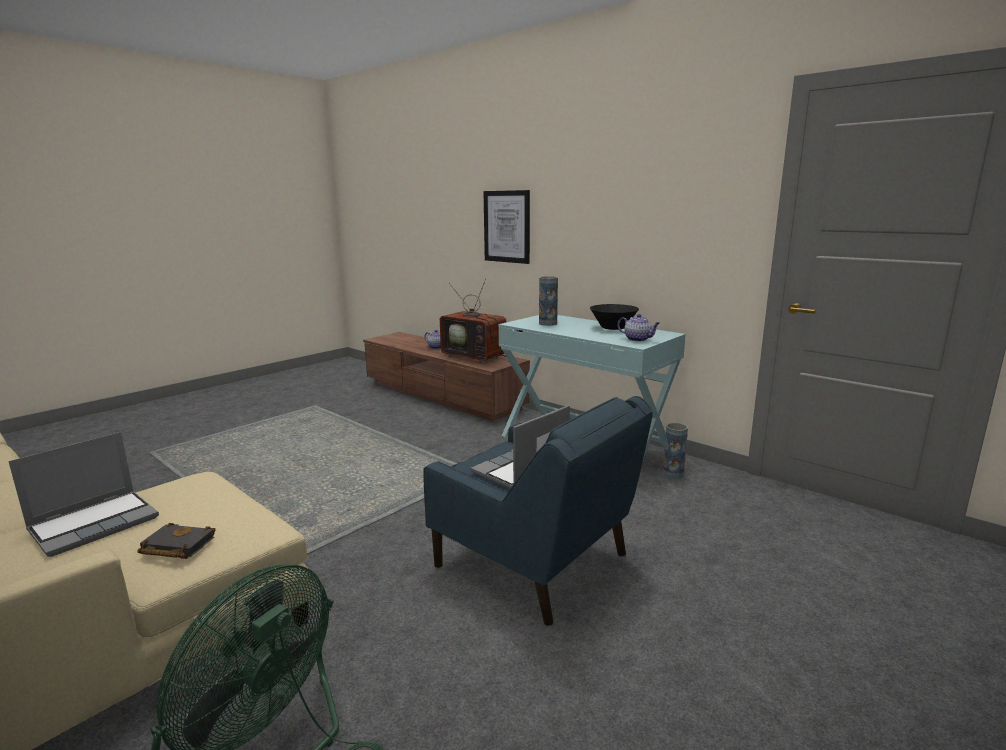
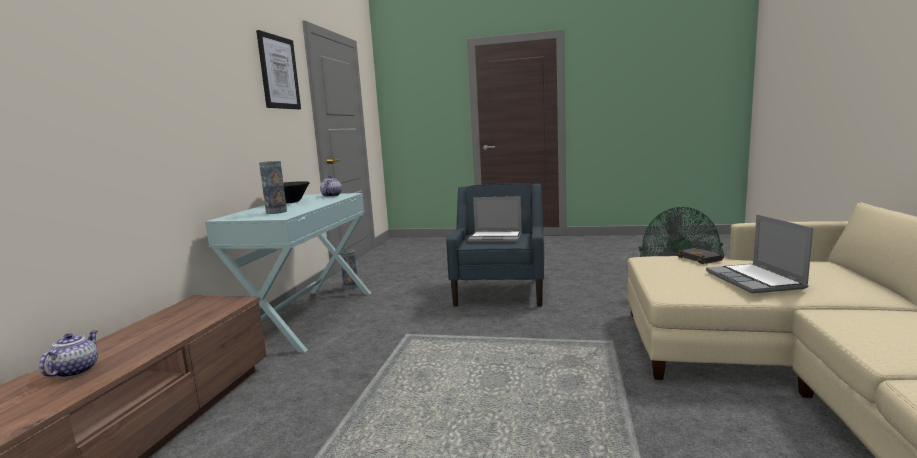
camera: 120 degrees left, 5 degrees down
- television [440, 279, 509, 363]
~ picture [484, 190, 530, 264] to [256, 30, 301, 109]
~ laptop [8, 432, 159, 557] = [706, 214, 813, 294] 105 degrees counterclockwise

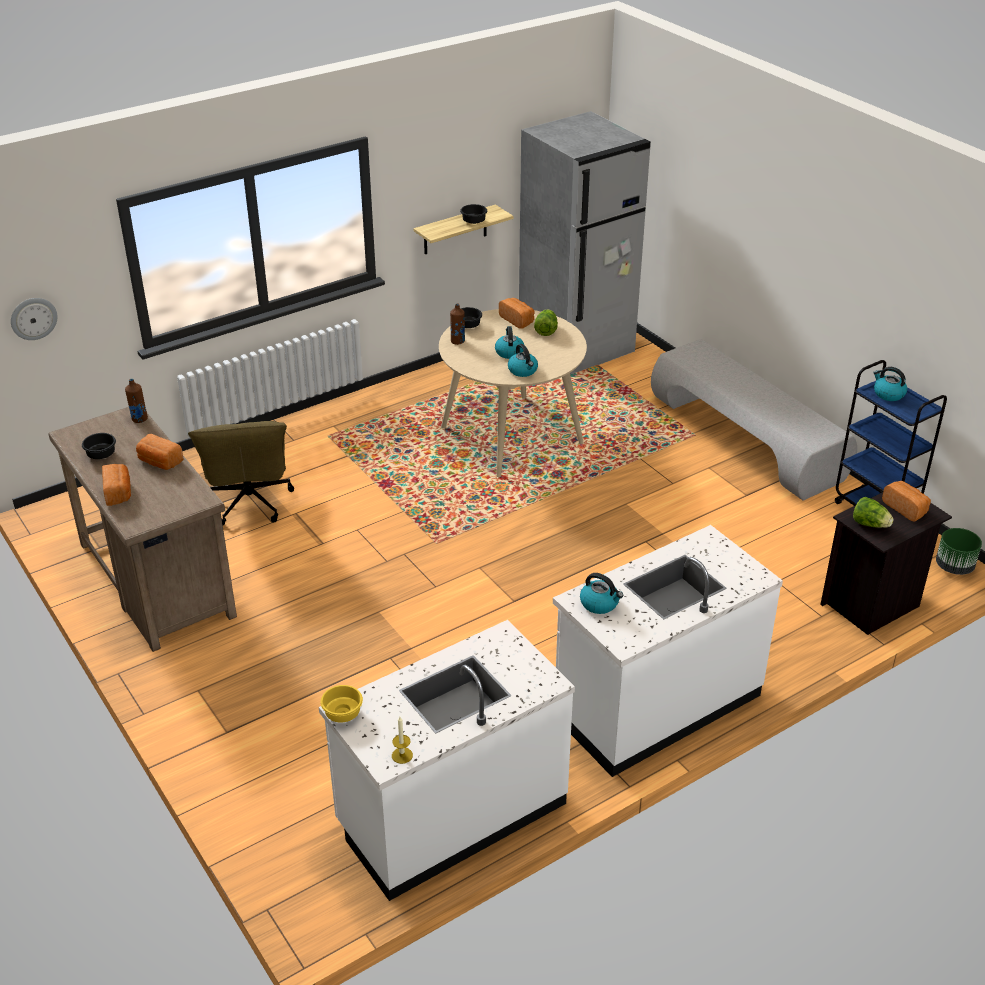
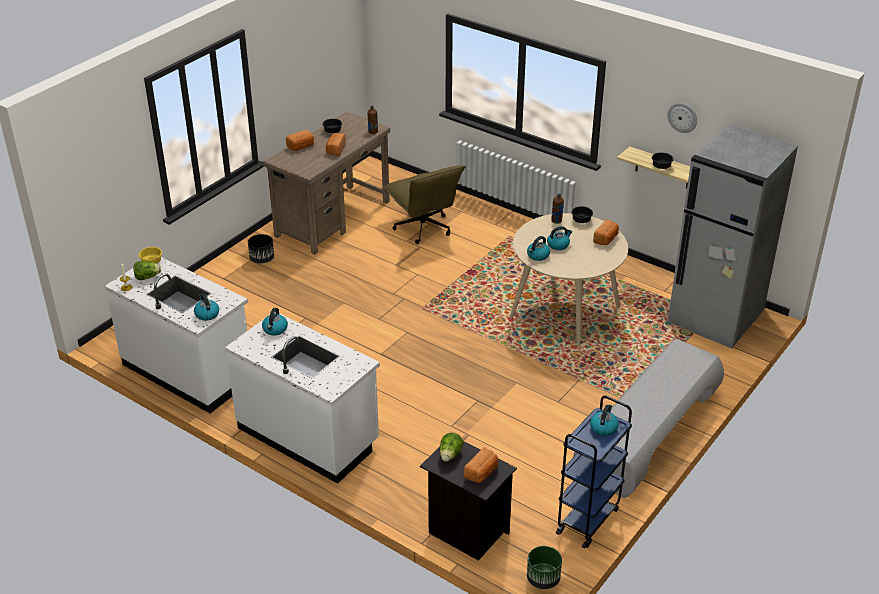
camera: 70 degrees right, 0 degrees up
+ kettle [194, 293, 219, 321]
+ planter in black [248, 234, 274, 264]
~ wall clock [11, 298, 57, 340] to [667, 103, 697, 133]
~ lettuce [534, 309, 558, 336] to [133, 261, 161, 280]
~ office chair in beige [188, 421, 294, 525] = [381, 165, 466, 244] 90 degrees counterclockwise

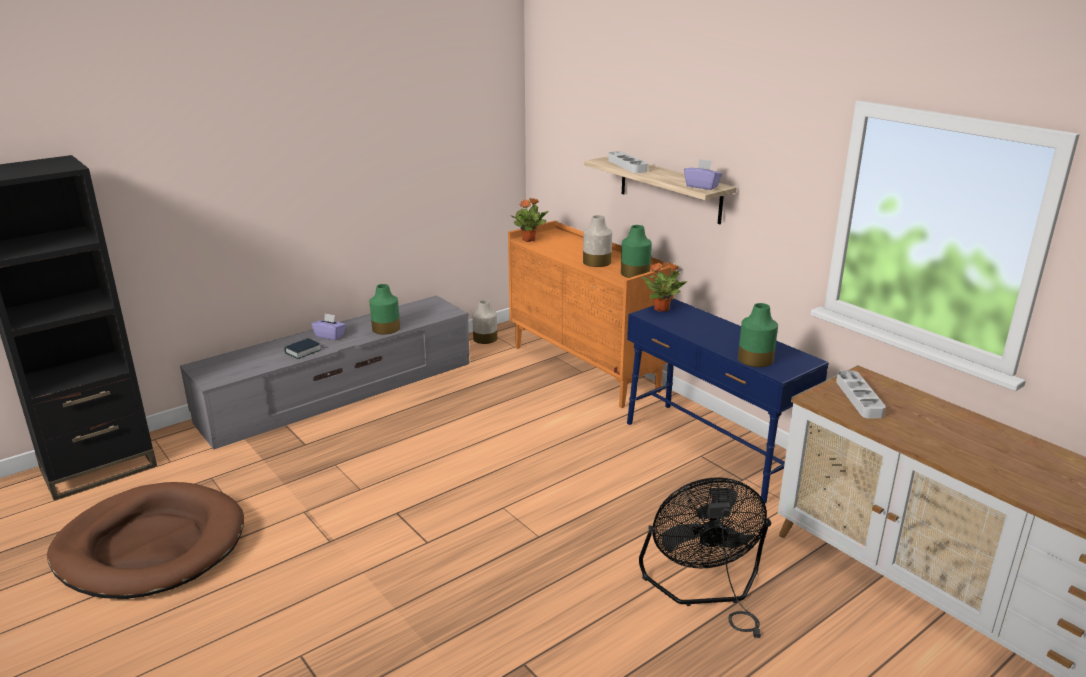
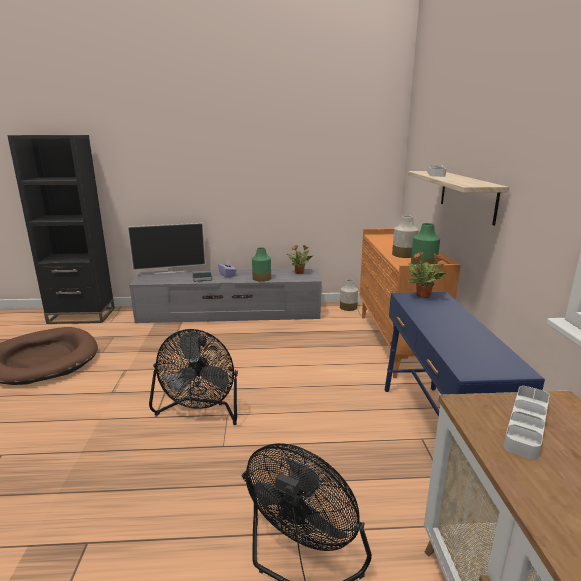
camera: 35 degrees right, 5 degrees down
- tissue box in purple [684, 159, 722, 190]
- vase in green [738, 303, 778, 367]
+ television [127, 223, 206, 274]
+ fan in black [149, 329, 238, 425]
~ potted plant [510, 198, 549, 242] to [287, 245, 312, 274]

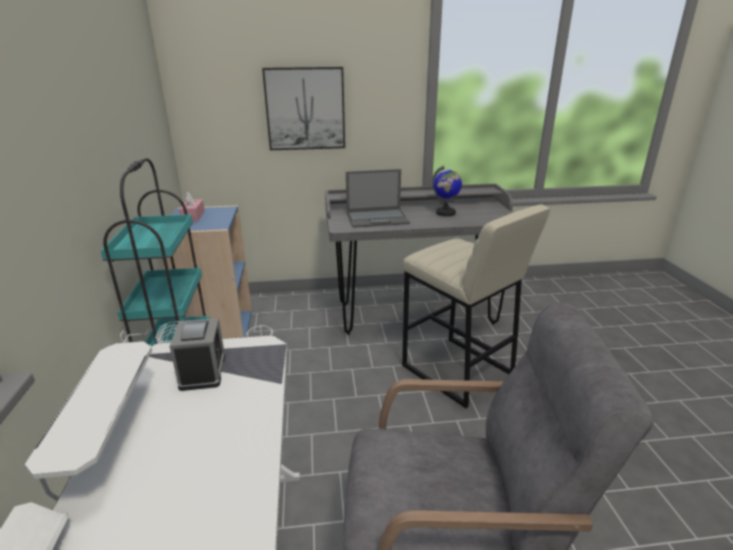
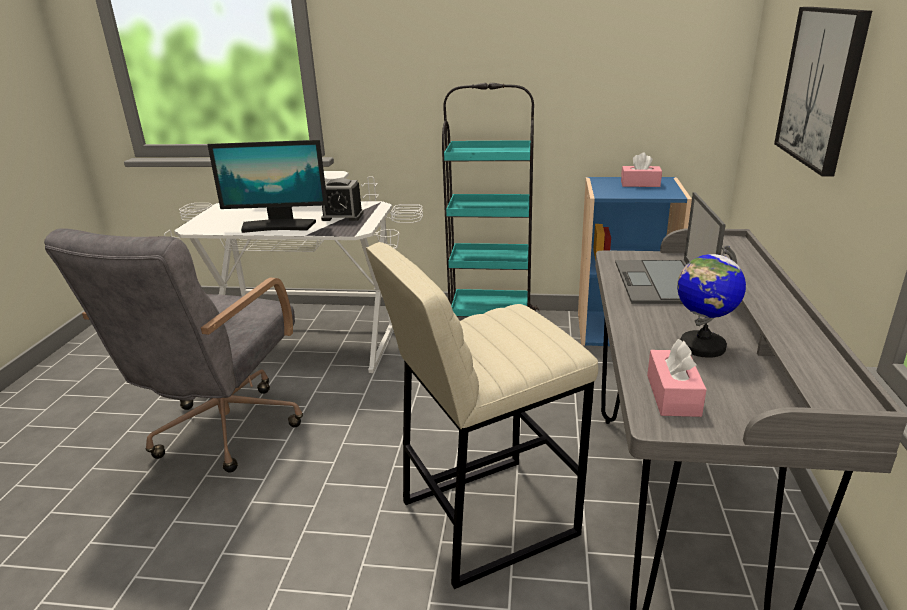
camera: 105 degrees right, 0 degrees up
+ monitor [207, 140, 328, 233]
+ tissue box in pink [647, 339, 707, 417]

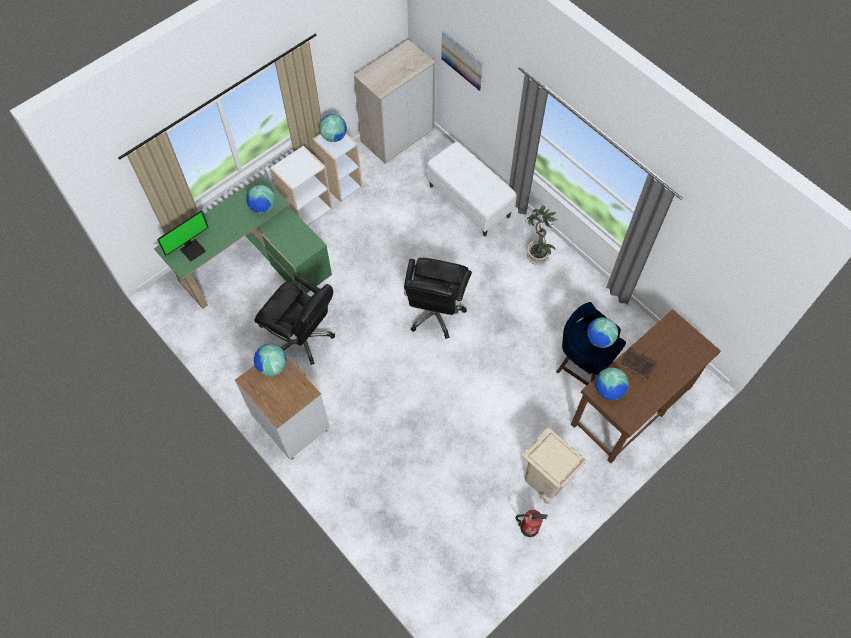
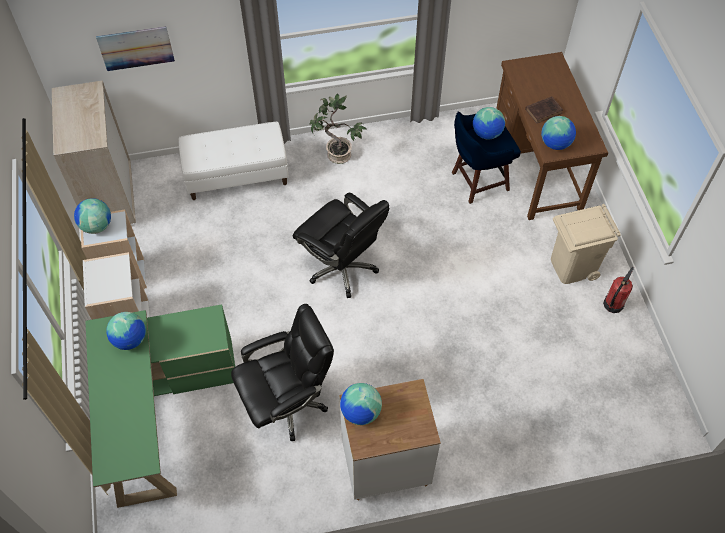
camera: 60 degrees left, 5 degrees down
- monitor [157, 211, 208, 262]

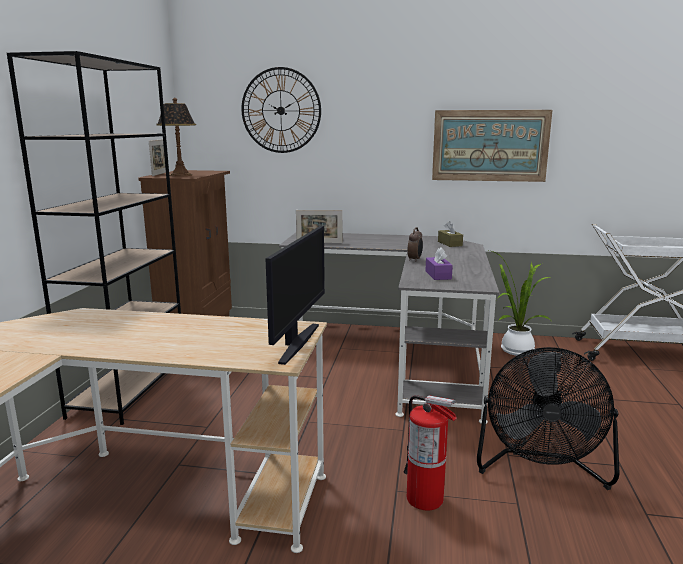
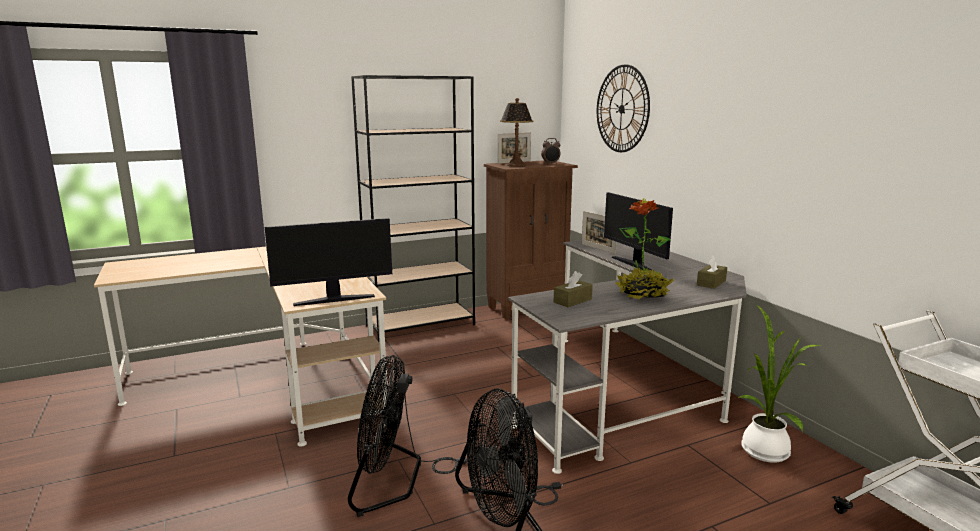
camera: 55 degrees right, 0 degrees up
- picture [432, 110, 553, 182]
+ monitor [604, 192, 673, 272]
+ potted plant [615, 198, 674, 300]
~ alarm clock [408, 227, 423, 262] to [541, 138, 560, 164]
~ fire extinguisher [403, 395, 457, 510] to fan in black [348, 355, 467, 517]
~ tissue box in purple [425, 248, 453, 280] to tissue box in brown [554, 271, 593, 307]

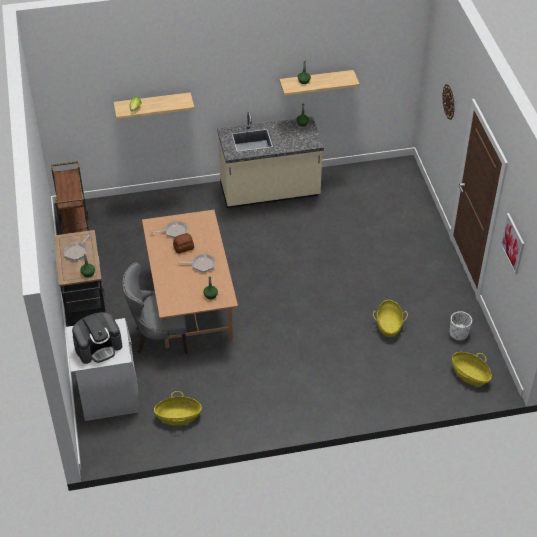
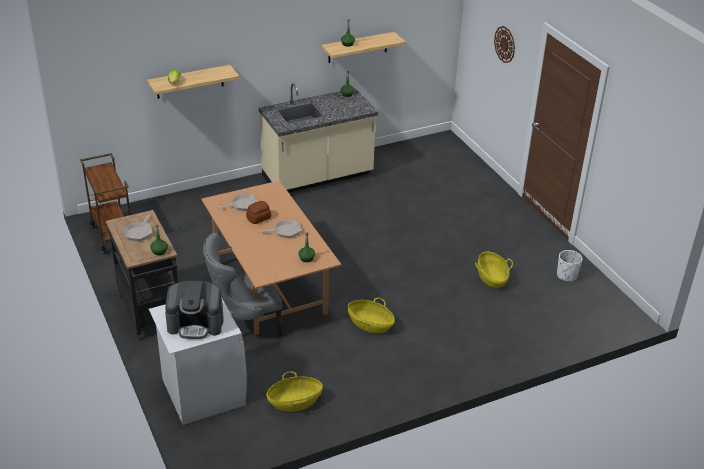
camera: 15 degrees left, 10 degrees down
- picture [501, 213, 524, 275]
~ basket [452, 352, 492, 386] to [348, 298, 395, 333]
~ coffee machine [72, 312, 122, 364] = [165, 281, 224, 339] 45 degrees clockwise

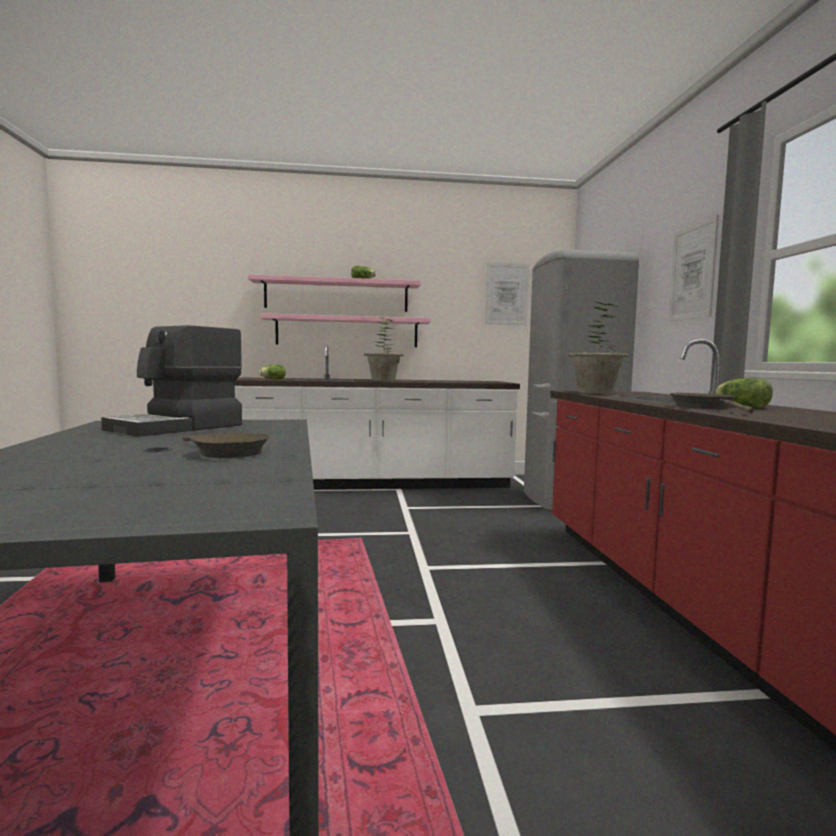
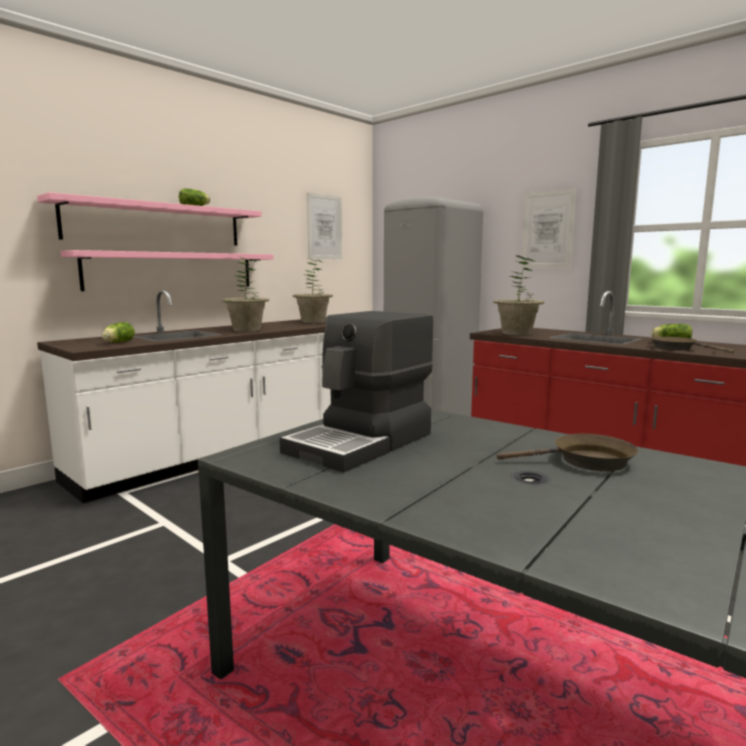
camera: 40 degrees left, 5 degrees up
+ potted plant [292, 258, 333, 323]
~ coffee machine [101, 325, 242, 437] = [280, 311, 433, 473] 45 degrees clockwise

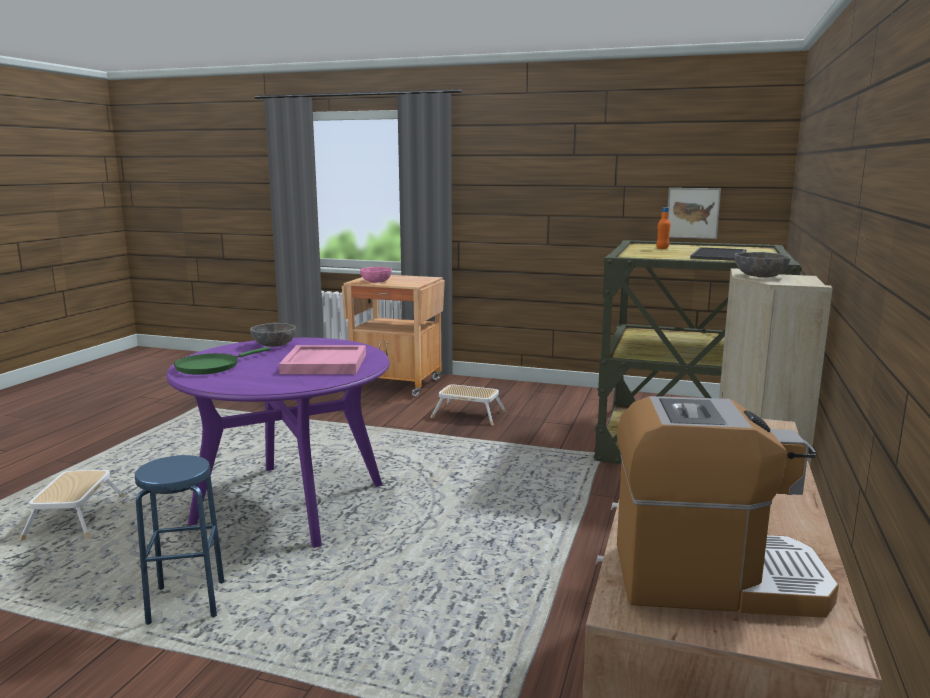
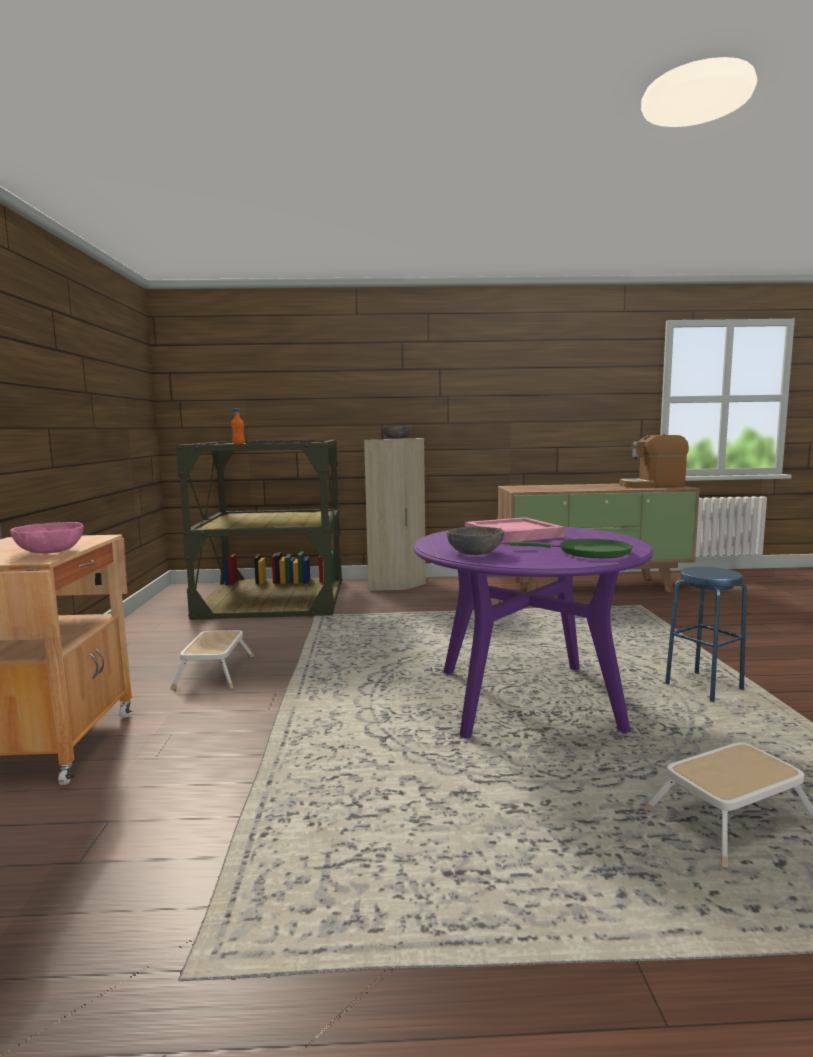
camera: 110 degrees left, 5 degrees down
- picture [668, 188, 721, 239]
~ coffee machine [617, 396, 839, 618] = [620, 434, 689, 488] 75 degrees counterclockwise

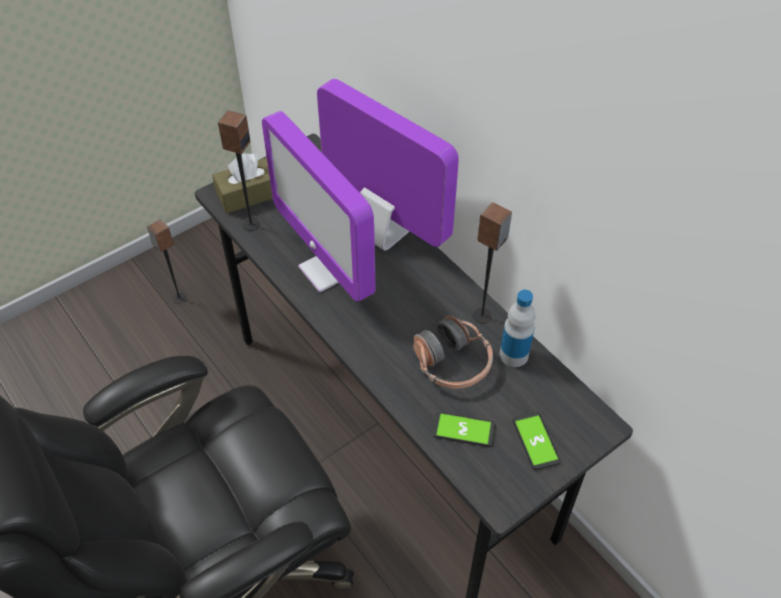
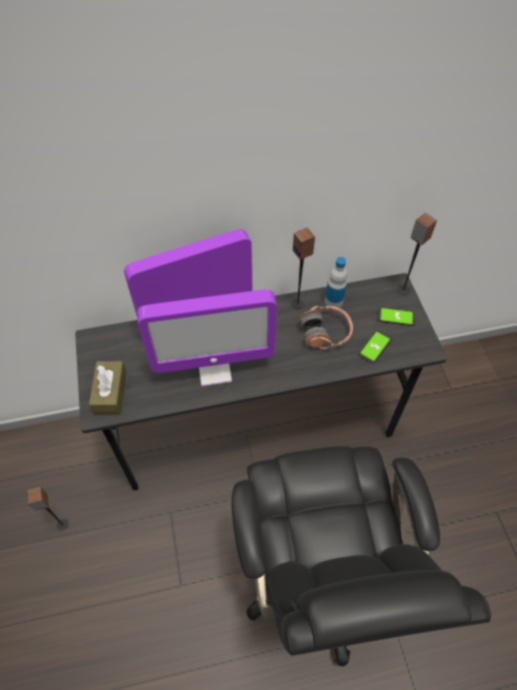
camera: 65 degrees left, 5 degrees up
~ speaker [218, 110, 260, 231] to [397, 213, 437, 295]

